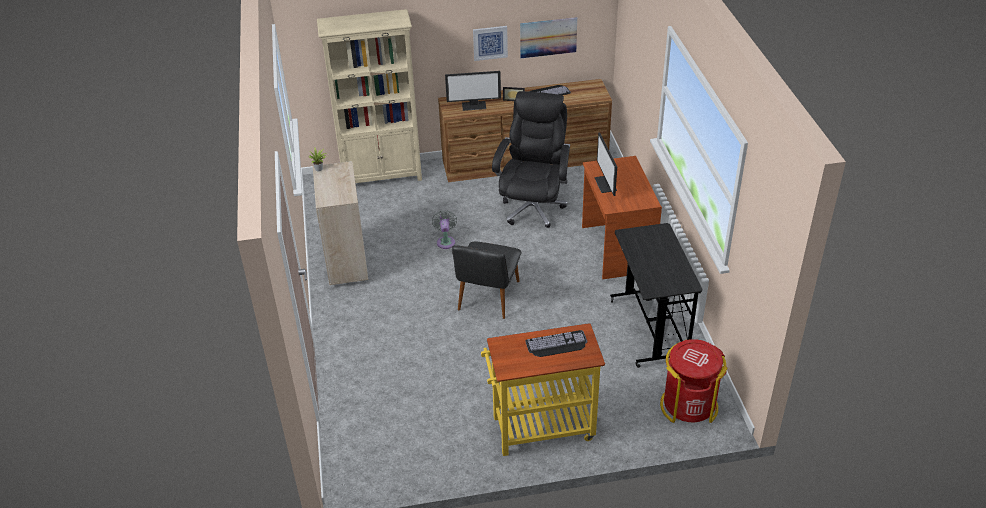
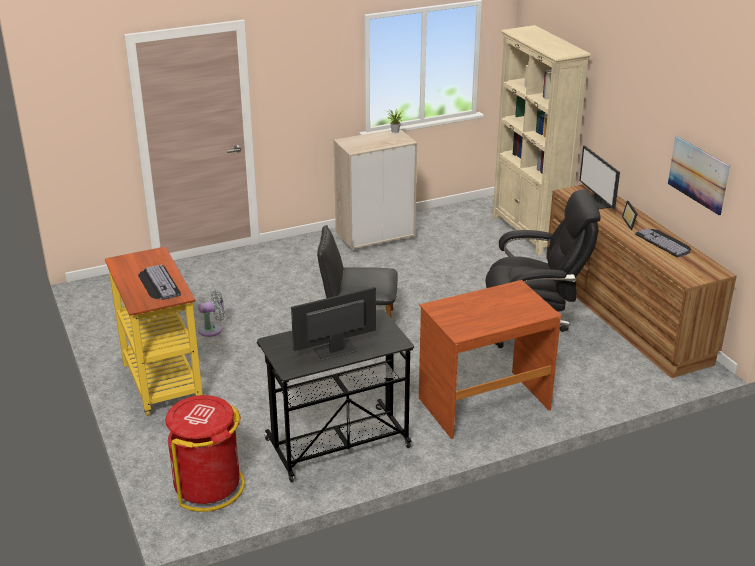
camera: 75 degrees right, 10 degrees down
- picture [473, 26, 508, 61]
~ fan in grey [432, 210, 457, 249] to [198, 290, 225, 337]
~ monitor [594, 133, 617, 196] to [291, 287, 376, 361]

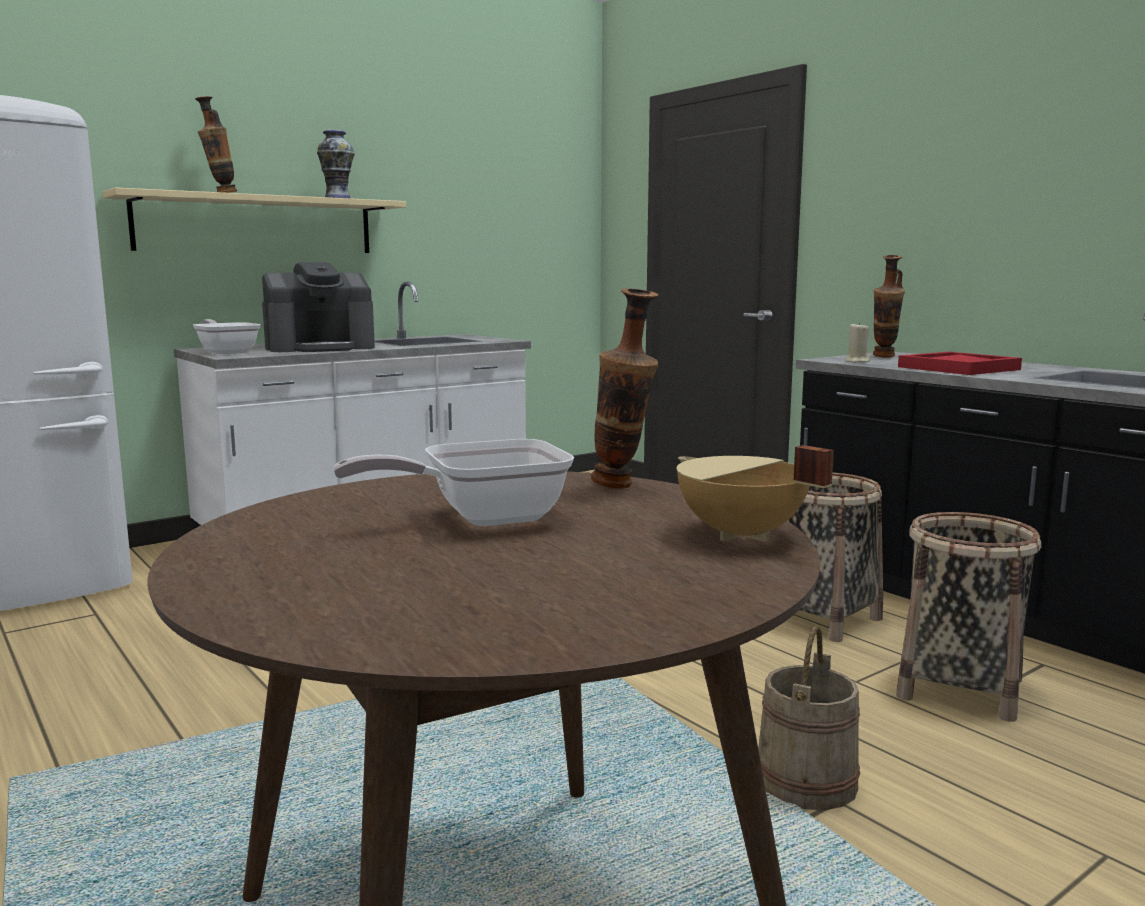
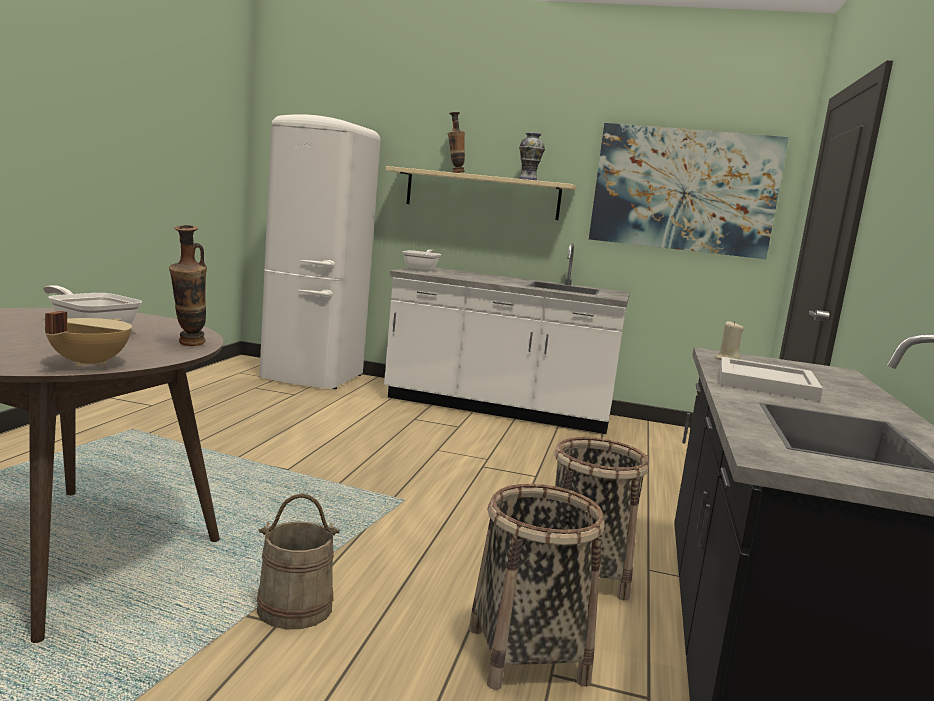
camera: 50 degrees right, 0 degrees up
- coffee machine [262, 262, 375, 352]
- vase [873, 255, 905, 358]
+ picture [589, 123, 789, 259]
~ tray in red [898, 352, 1022, 375] to tray in white [719, 357, 823, 402]

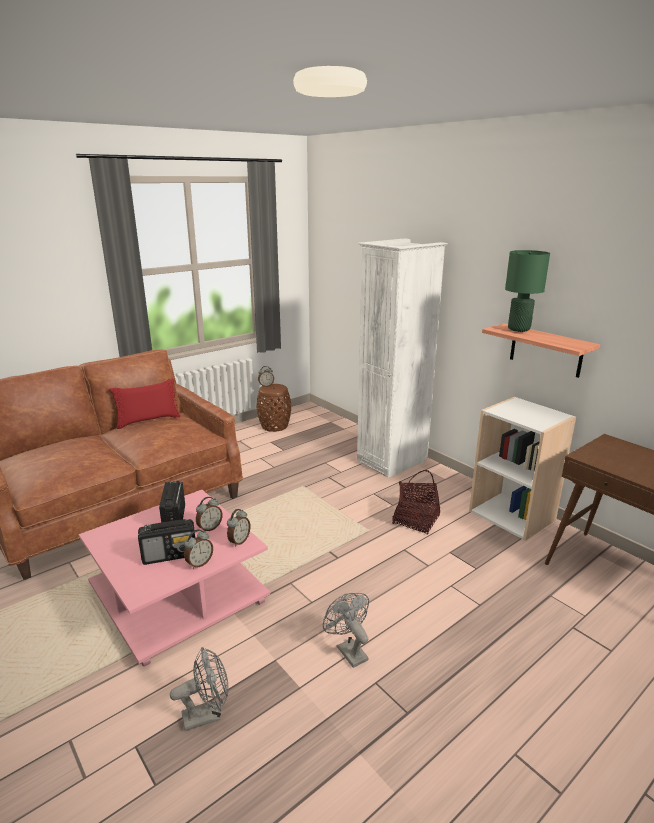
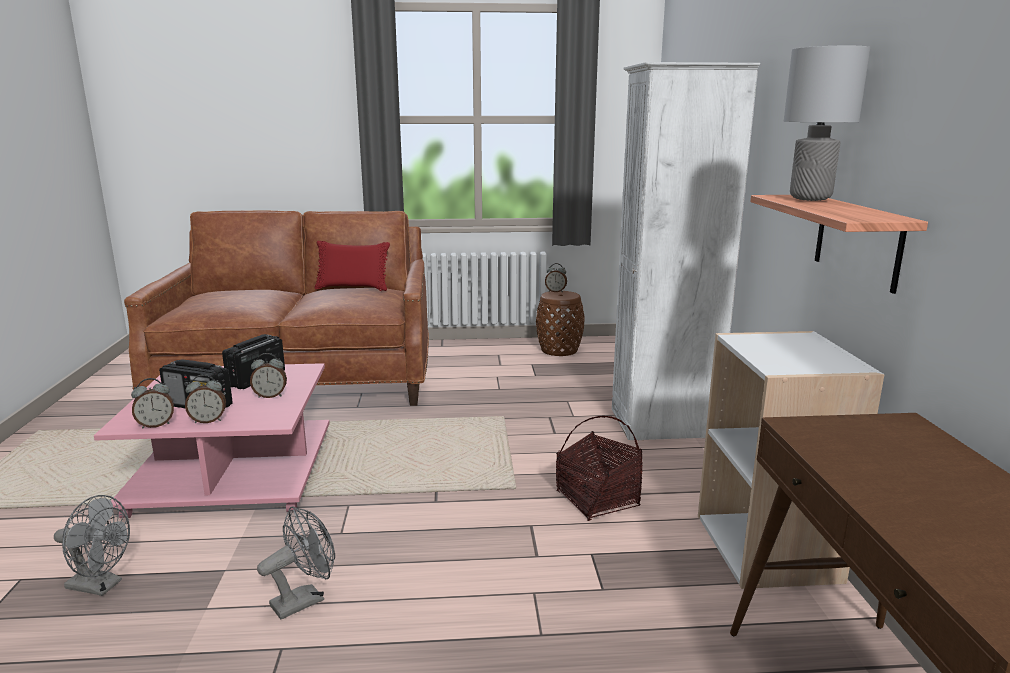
camera: 35 degrees right, 5 degrees down
~ alarm clock [227, 509, 251, 547] to [131, 378, 174, 428]
~ table lamp in green [505, 250, 550, 332] to table lamp in grey [784, 46, 870, 201]
~ fan in grey [323, 593, 369, 668] = [257, 507, 335, 620] 45 degrees clockwise

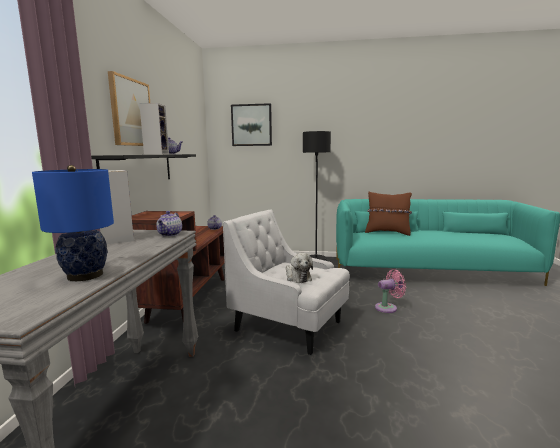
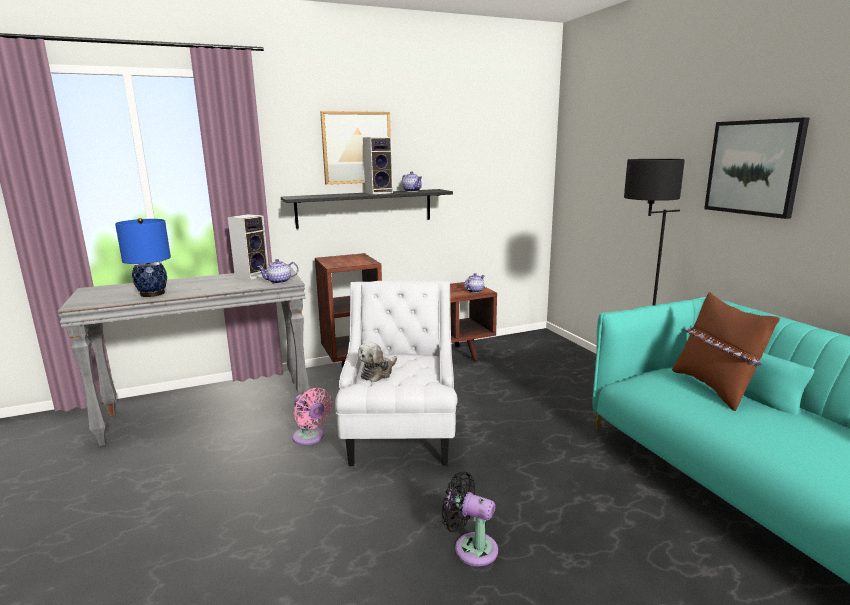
camera: 60 degrees right, 5 degrees up
+ fan in black [442, 472, 498, 566]
~ picture [231, 103, 272, 146] to [704, 117, 810, 219]
~ fan in pink [375, 269, 406, 313] to [292, 388, 332, 445]

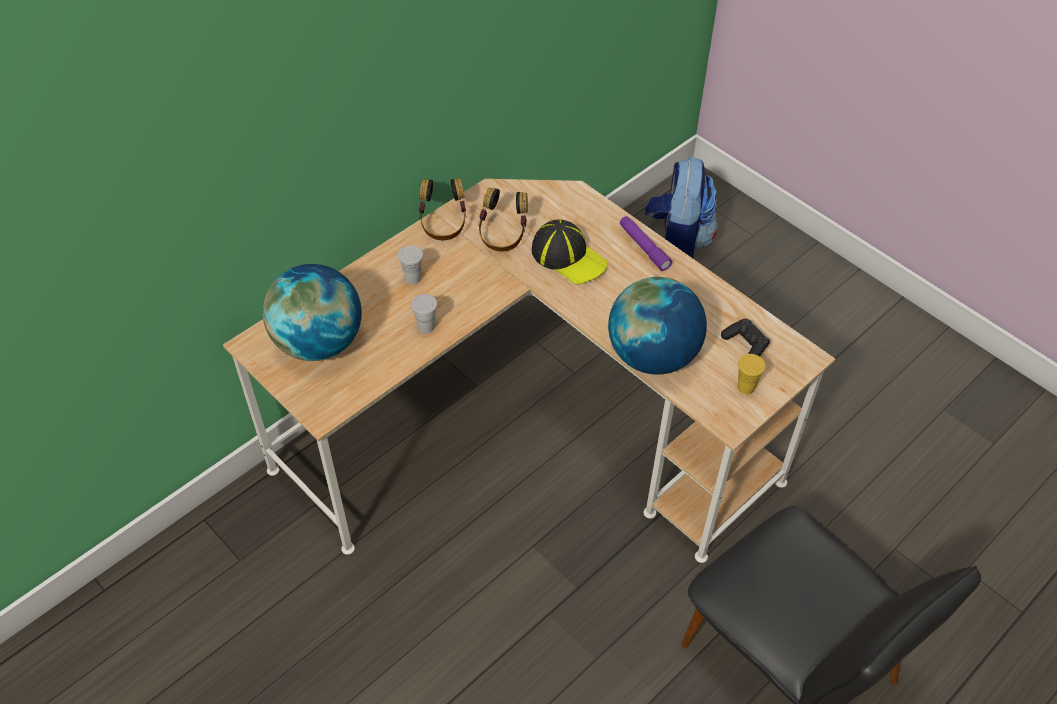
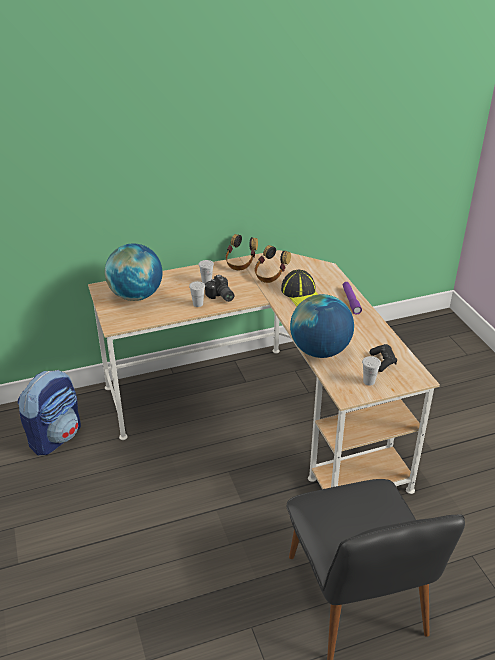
camera: 25 degrees right, 15 degrees down
+ photo camera [205, 275, 234, 302]
~ backpack [645, 156, 718, 258] to [18, 370, 81, 455]
~ cup in yellow [737, 354, 766, 394] to cup in white [362, 356, 381, 386]

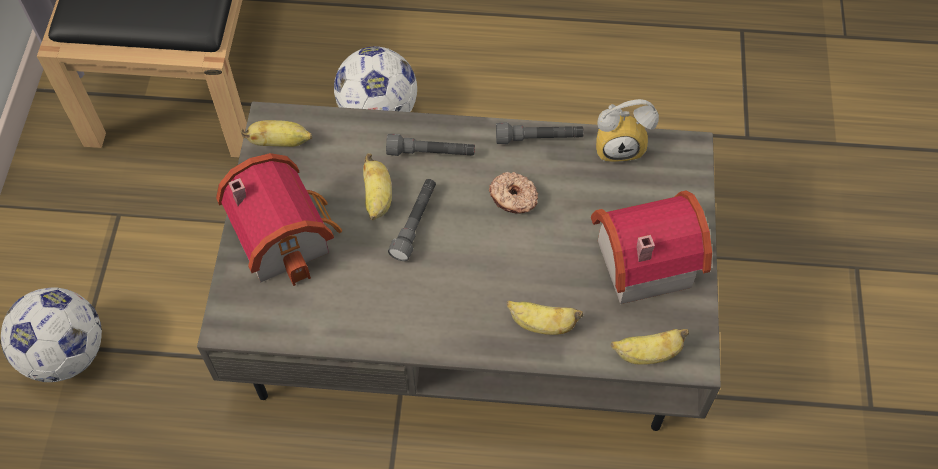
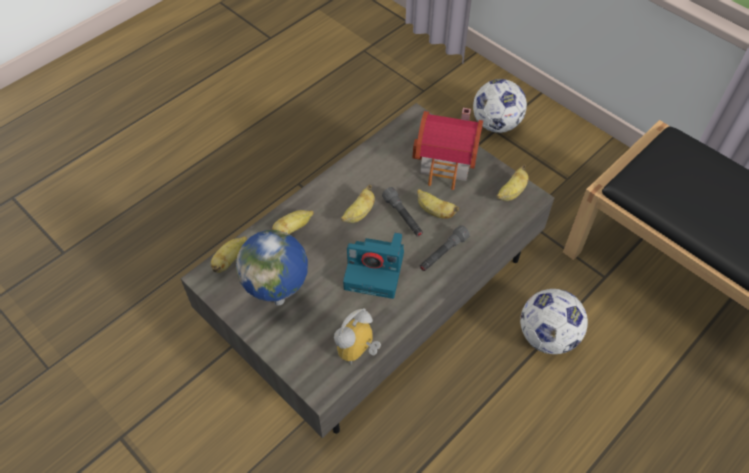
camera: 130 degrees right, 5 degrees down
- flashlight in grey [496, 122, 584, 144]
+ banana [341, 184, 375, 223]
~ donut [489, 172, 538, 214] to photo camera [343, 233, 404, 299]
~ toy house [591, 190, 712, 304] to globe [236, 230, 308, 305]

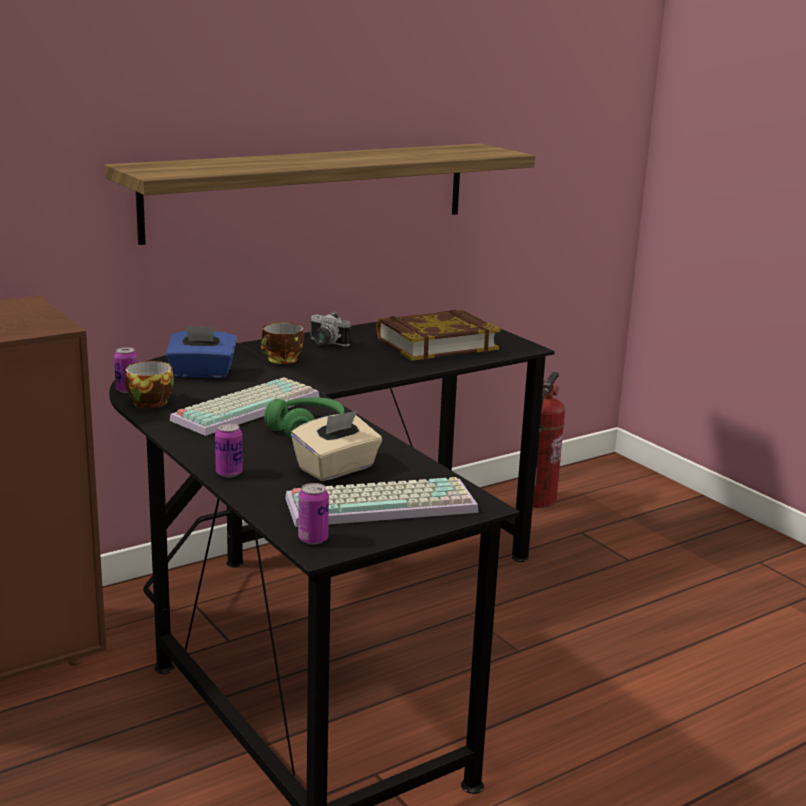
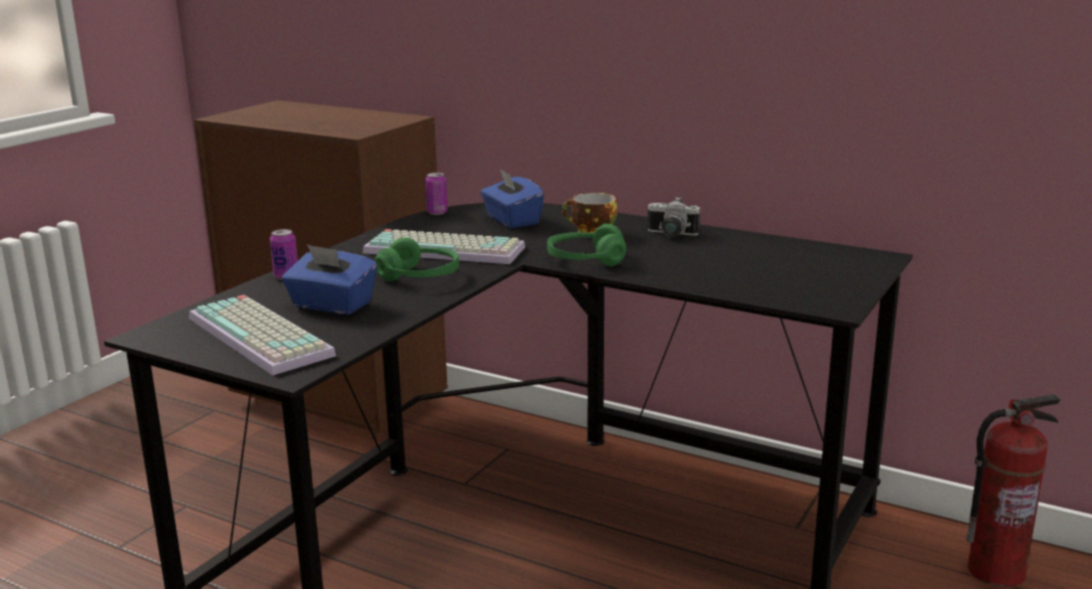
camera: 65 degrees right, 0 degrees up
- shelf [104, 144, 535, 245]
- cup [125, 361, 174, 409]
- can [298, 483, 329, 545]
- book [376, 310, 500, 361]
+ headphones in green [547, 224, 626, 266]
~ tissue box in beige [291, 410, 382, 481] to tissue box in blue [282, 244, 377, 315]
~ photo camera [310, 311, 351, 346] = [647, 197, 700, 237] 75 degrees counterclockwise

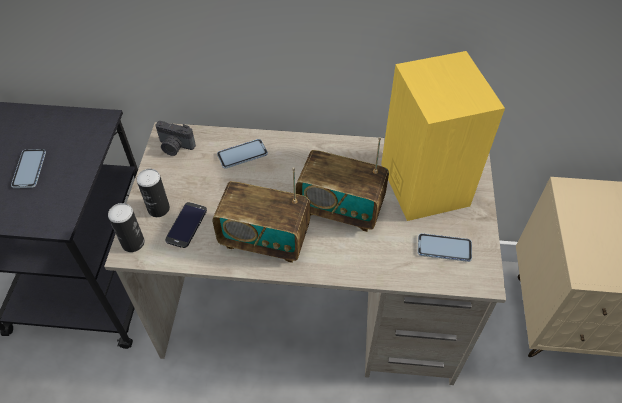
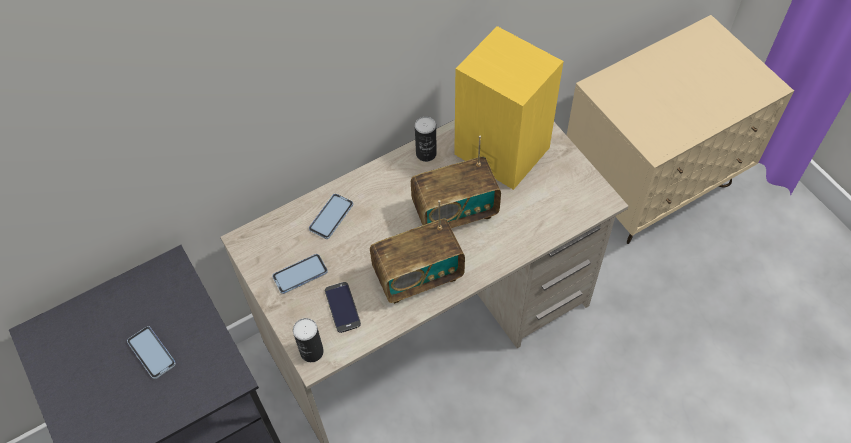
camera: 35 degrees left, 5 degrees up
- photo camera [155, 121, 196, 156]
~ can [136, 169, 170, 217] to [415, 116, 437, 162]
~ phone [417, 233, 472, 262] to [272, 254, 328, 294]

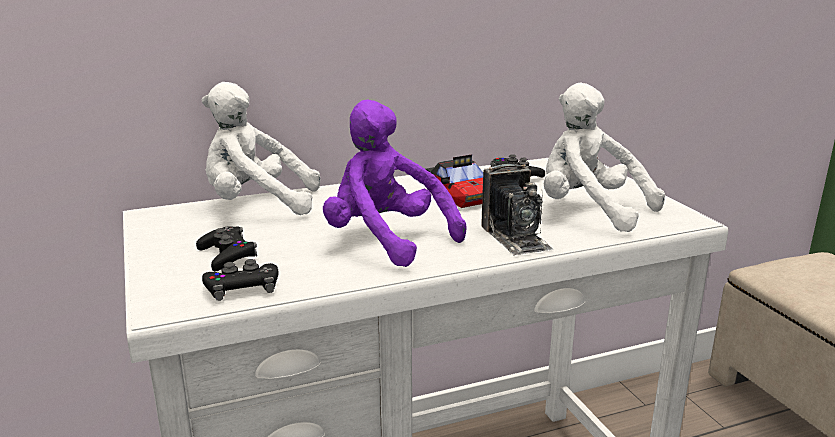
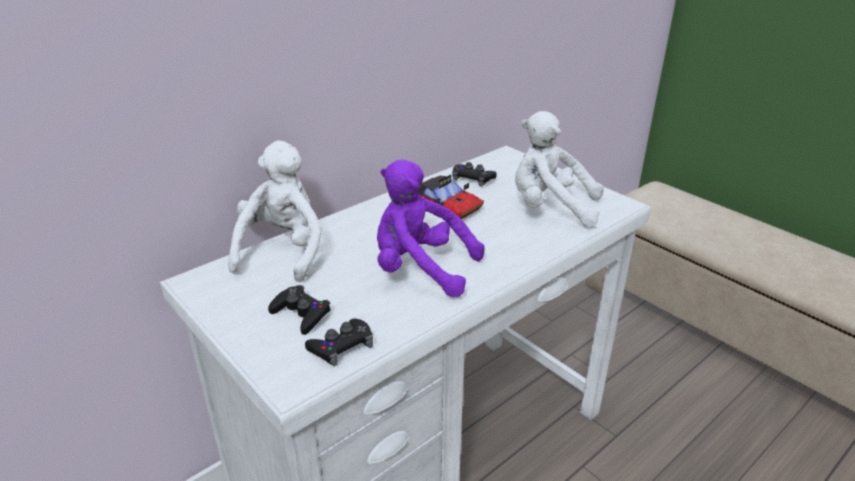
camera: 20 degrees left, 10 degrees up
- photo camera [481, 164, 553, 256]
~ plush toy in white [202, 82, 320, 215] = [228, 140, 322, 282] 120 degrees clockwise

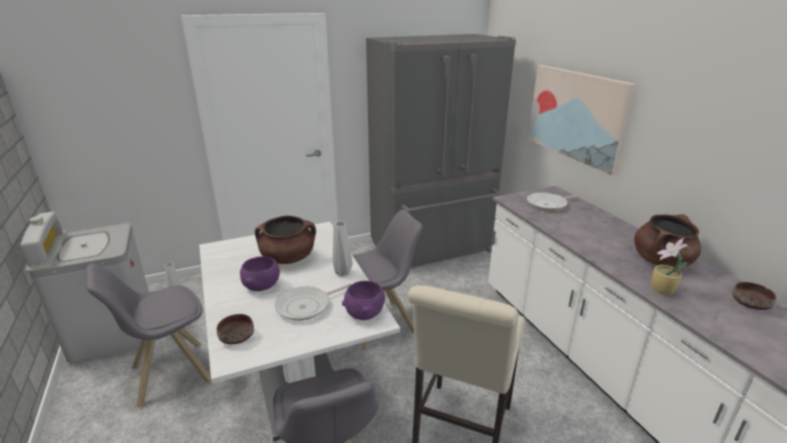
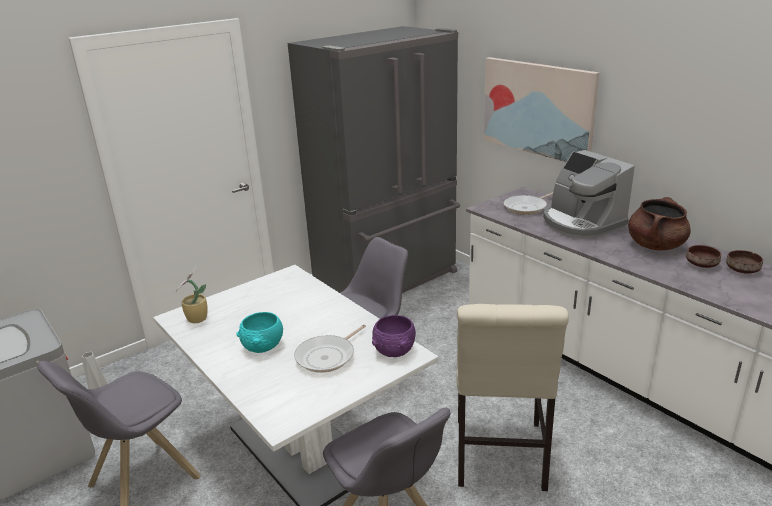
camera: 15 degrees left, 0 degrees up
- cooking pot in brown [255, 216, 316, 264]
- vase in grey [333, 222, 353, 276]
+ coffee machine [543, 150, 635, 239]
~ bowl in brown [217, 314, 254, 344] to [686, 245, 721, 268]
~ potted plant [652, 238, 688, 296] to [176, 267, 208, 323]
~ bowl in purple [240, 256, 280, 291] to bowl in turquoise [237, 312, 283, 353]

